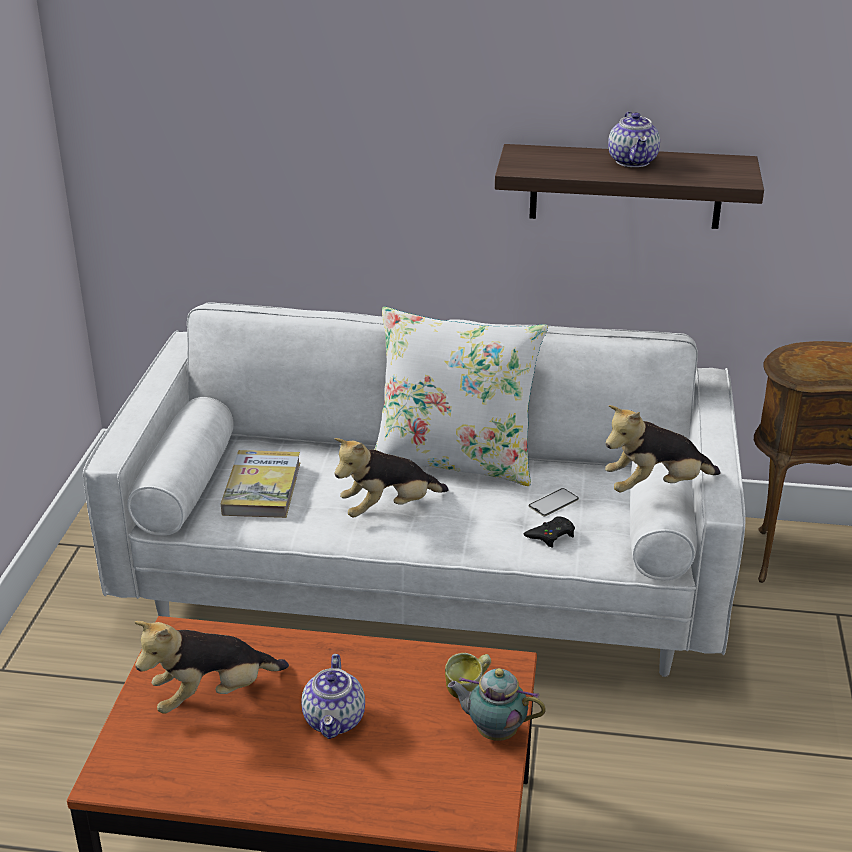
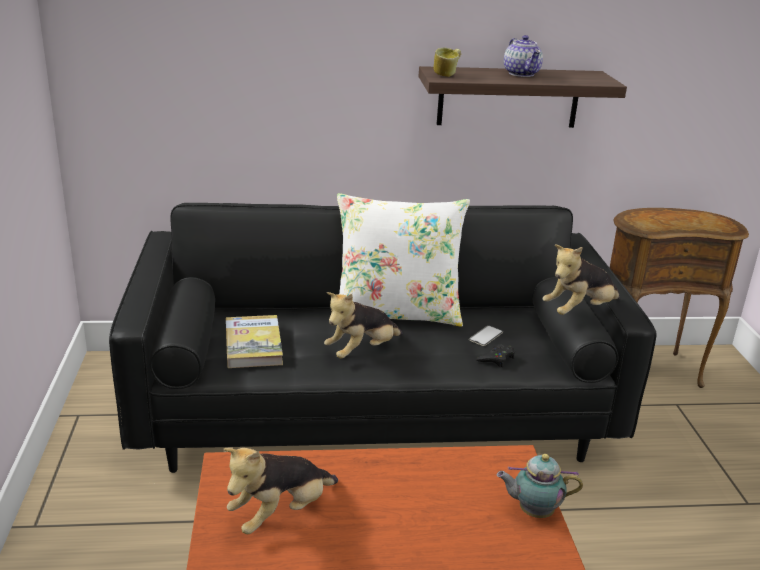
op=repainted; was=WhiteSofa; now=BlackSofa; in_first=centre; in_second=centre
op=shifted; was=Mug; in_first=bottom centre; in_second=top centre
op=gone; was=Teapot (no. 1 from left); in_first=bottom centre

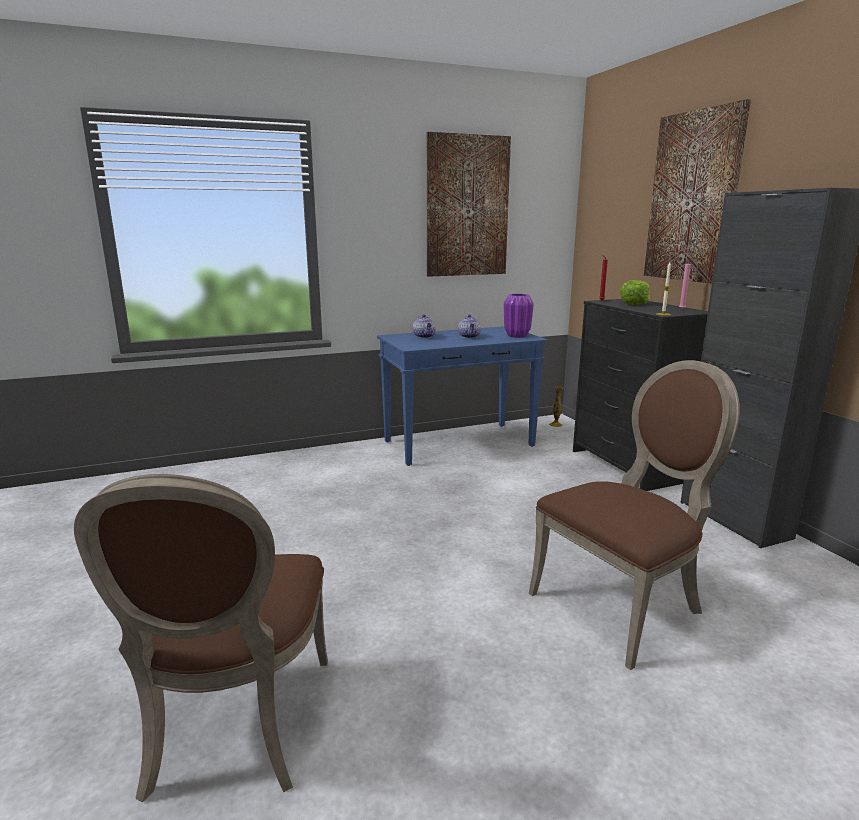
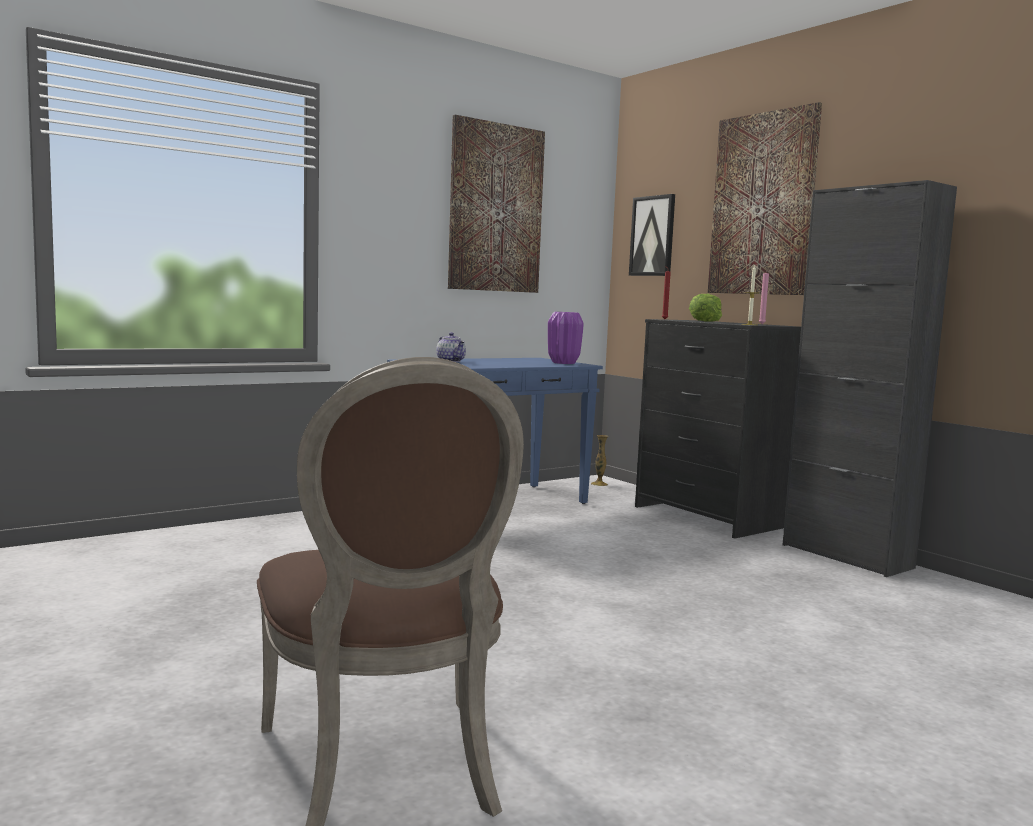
op=gone; was=Teapot (no. 2 from left); in_first=centre
op=gone; was=BrownChair (no. 2 from left); in_first=middle right
op=new; now=Picture (no. 2 from left); in_second=top centre

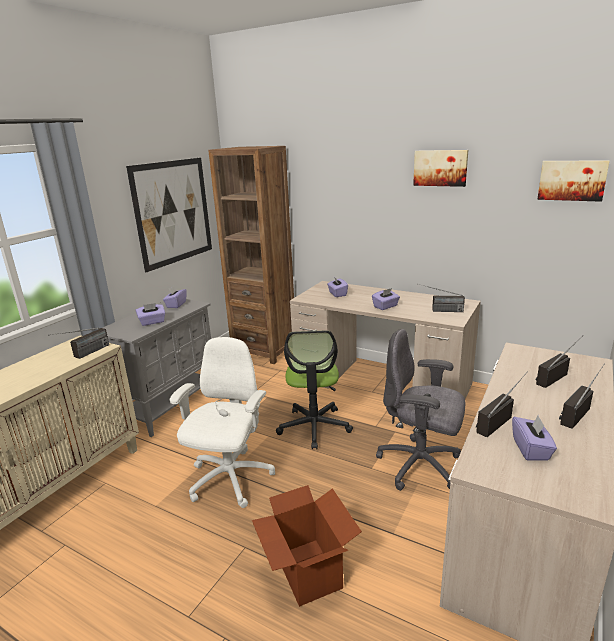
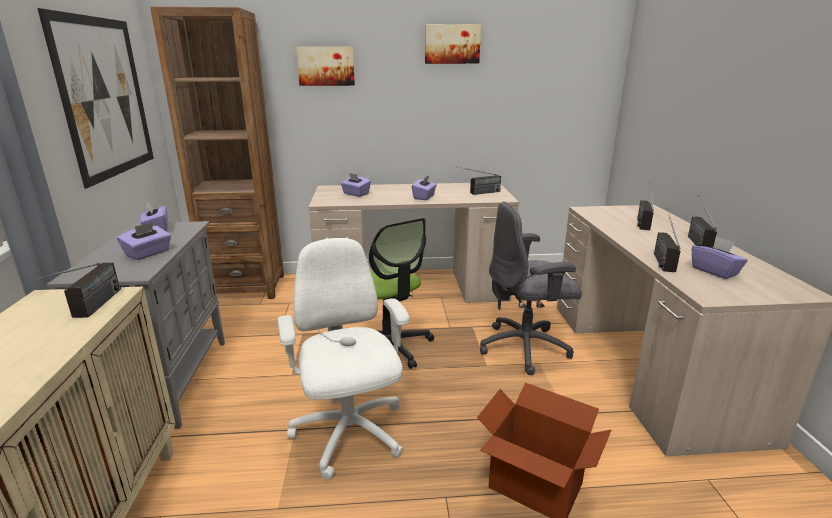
op=shifted; was=Picture (no. 3 from left in the first image); now=Picture (no. 2 from left); in_first=top right; in_second=top centre

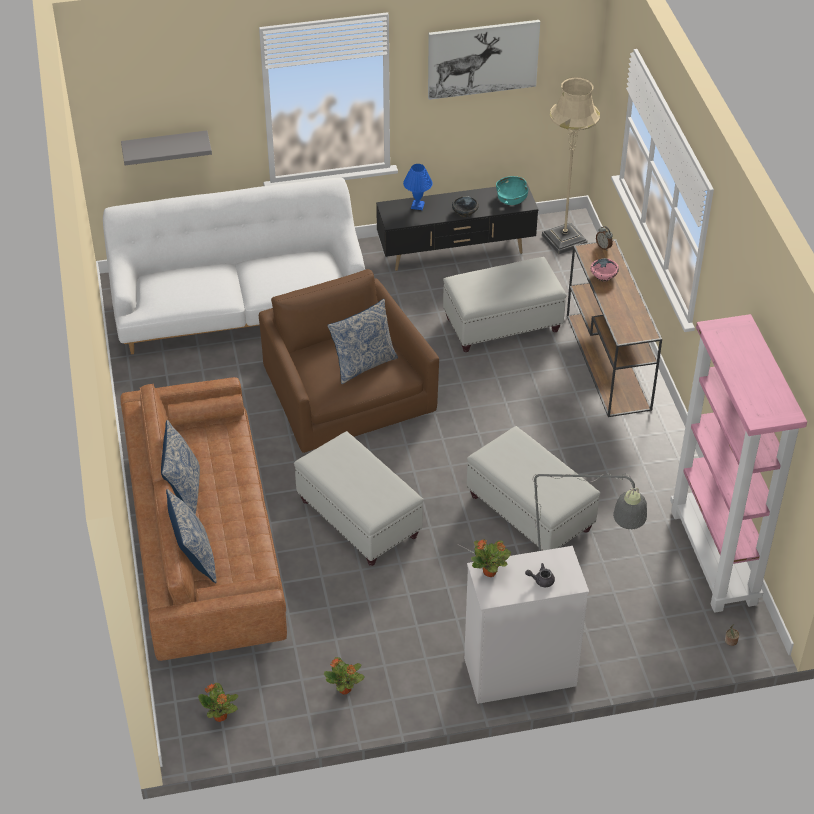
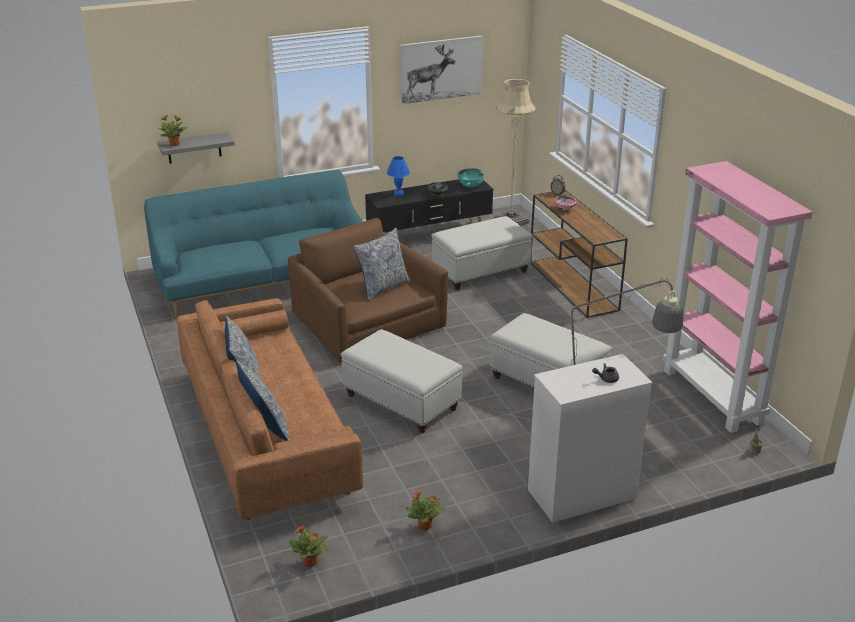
op=repainted; was=WhiteSofa; now=TurquoiseSofa; in_first=top left; in_second=middle left
op=shifted; was=PottedPlant (no. 3 from left in the first image); now=PottedPlant (no. 1 from left); in_first=bottom centre; in_second=top left

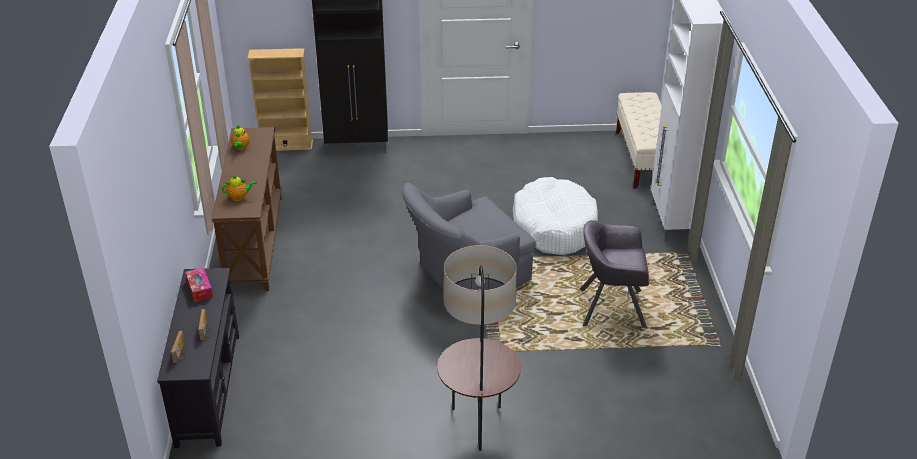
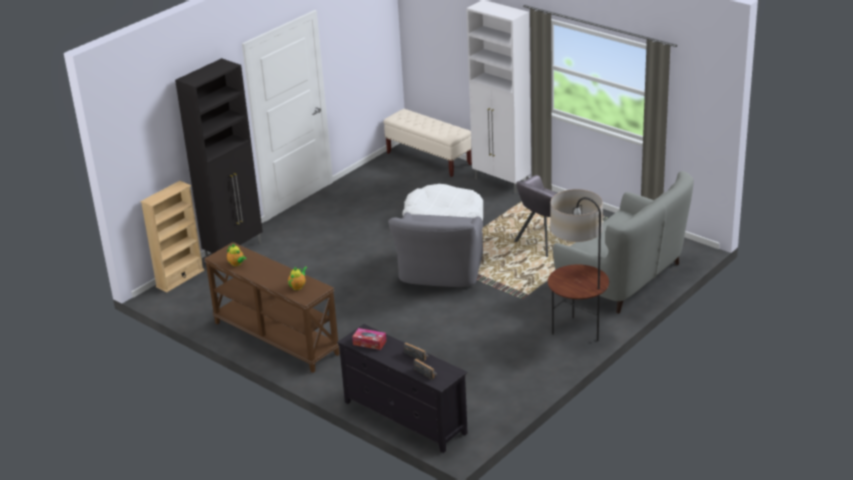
op=new; now=GreySofa; in_second=middle right

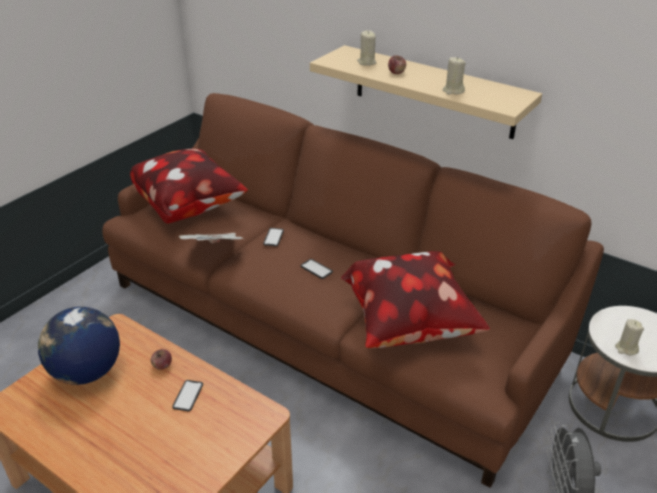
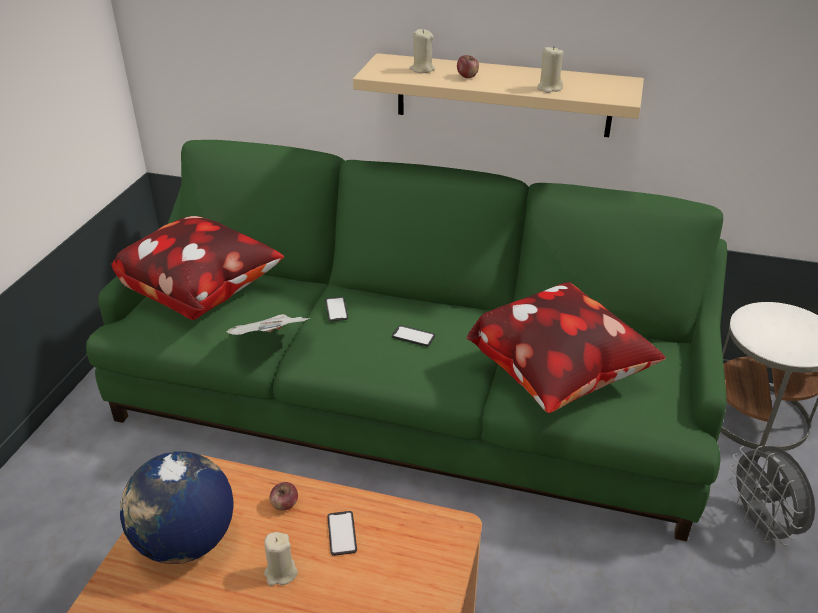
op=repainted; was=BrownSofa; now=GreenSofa; in_first=centre; in_second=centre
op=shifted; was=BeigeCandle (no. 3 from left in the first image); now=BeigeCandle (no. 1 from left); in_first=bottom right; in_second=bottom centre

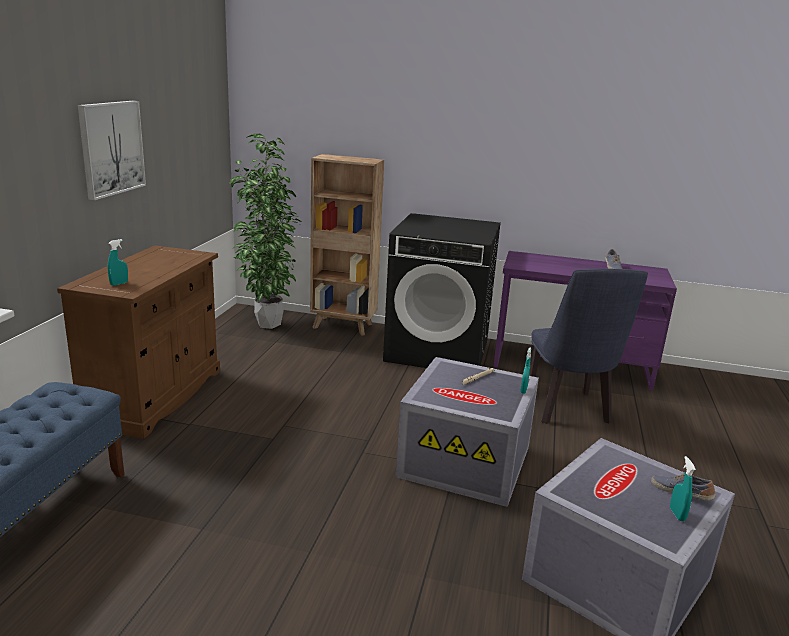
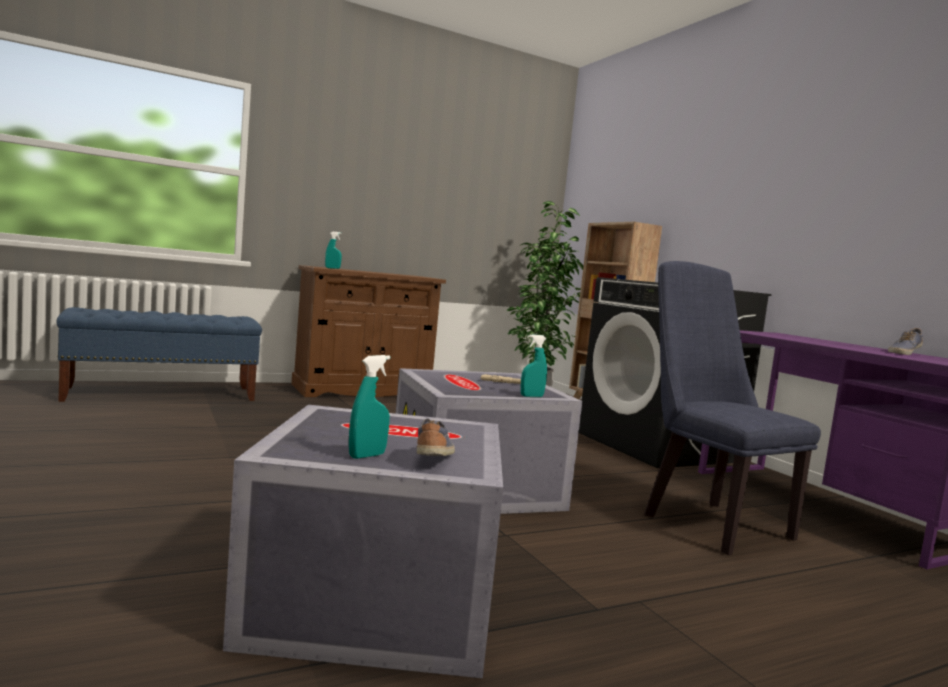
op=gone; was=Picture; in_first=top left
op=rotated; was=BlueChair; in_first=middle right; in_second=middle right; clockwise=105

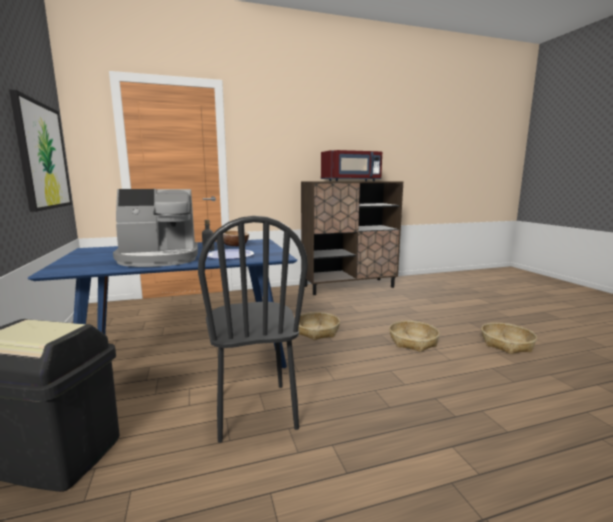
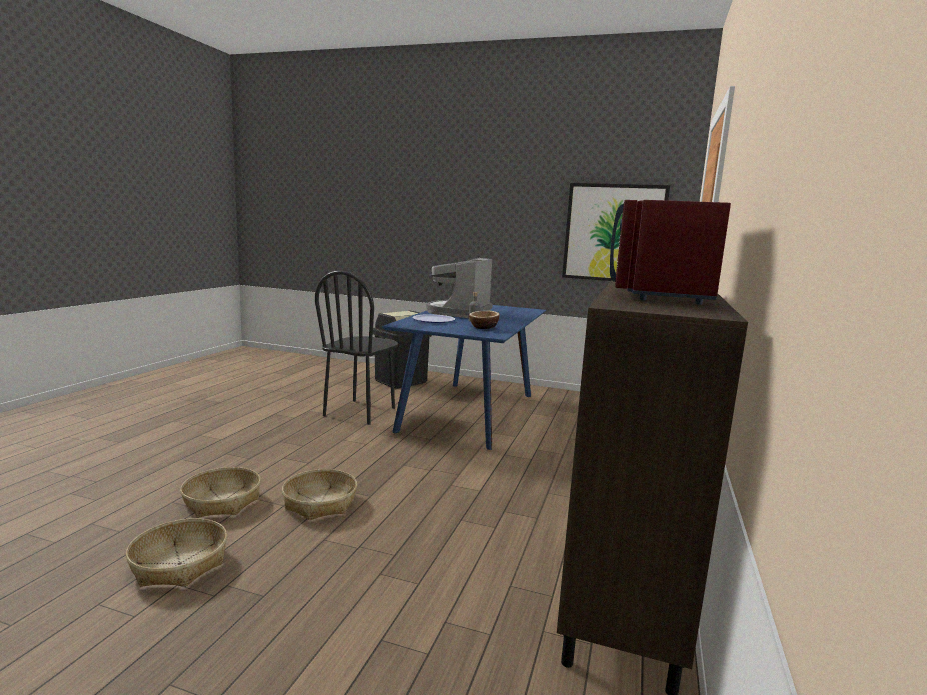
op=rotated; was=BlackChair; in_first=centre; in_second=centre; clockwise=-90
op=shifted; was=Basket (no. 1 from left in the first image); now=Basket (no. 2 from left); in_first=centre; in_second=bottom left

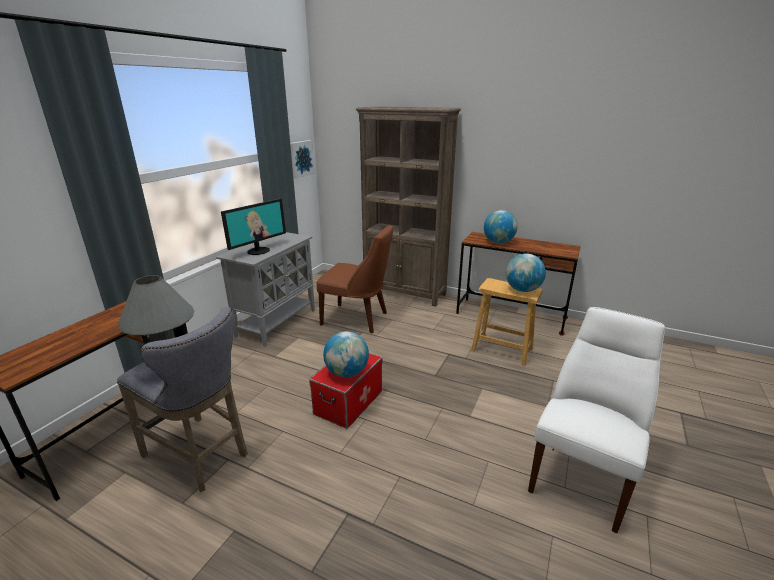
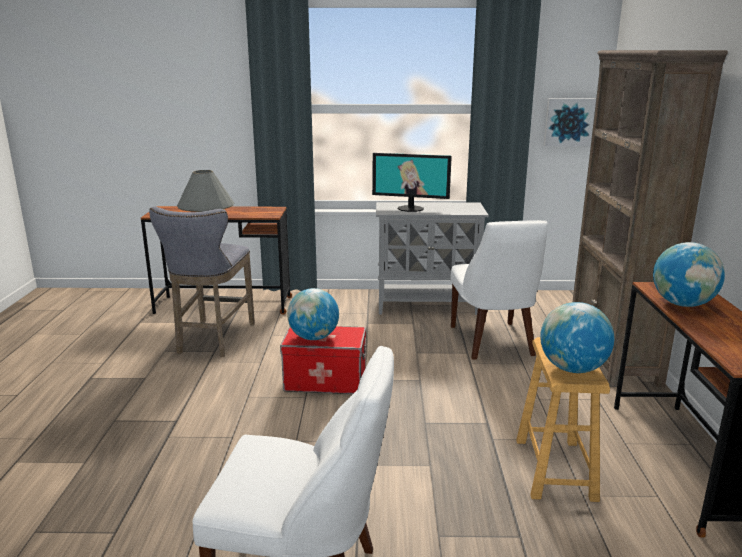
op=repainted; was=BrownChair; now=WhiteChair (no. 2 from left); in_first=centre; in_second=middle right

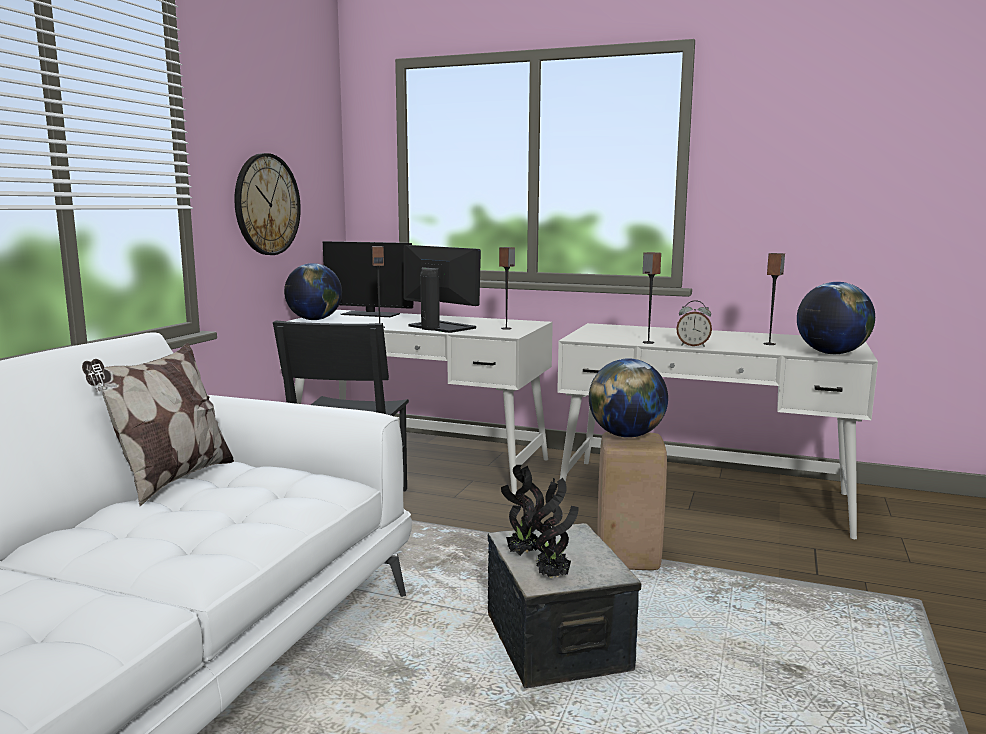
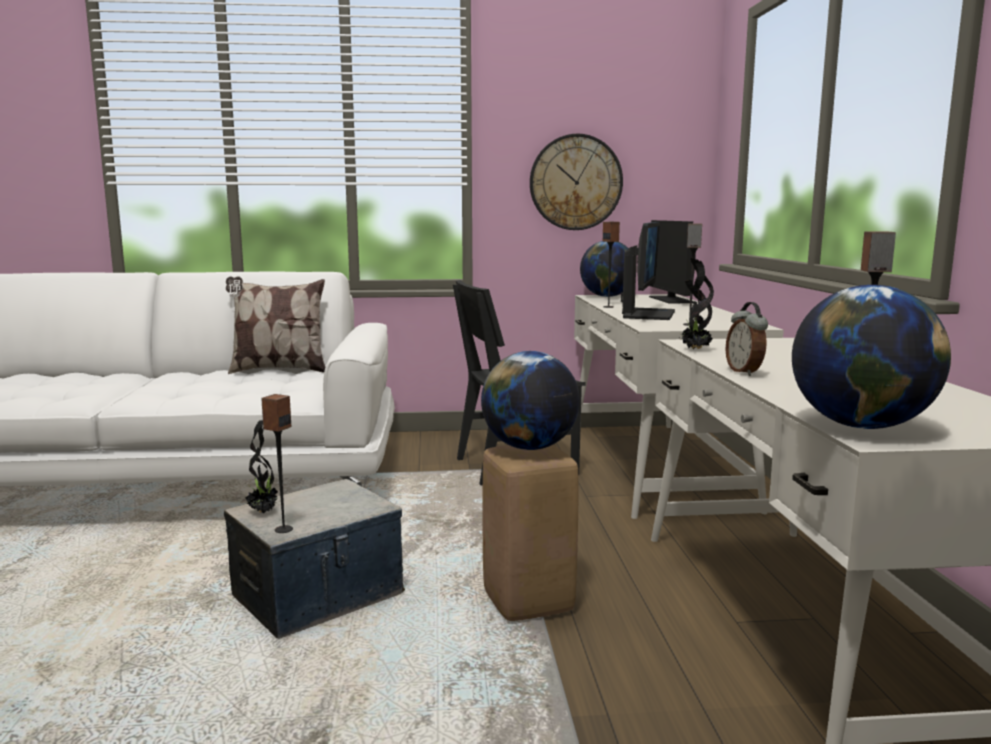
op=shifted; was=Speaker (no. 3 from left in the first image); now=Speaker (no. 1 from left); in_first=centre; in_second=middle left
op=shifted; was=PottedPlant (no. 1 from left in the first image); now=PottedPlant (no. 2 from left); in_first=bottom centre; in_second=middle right

